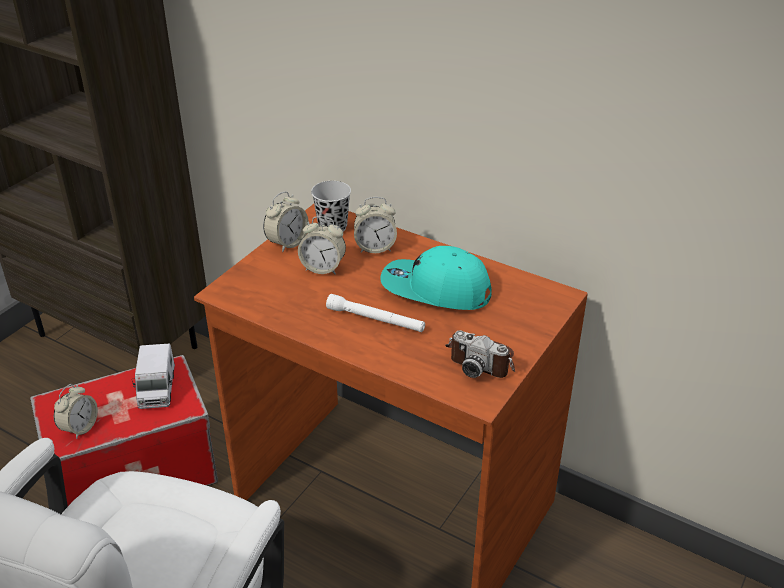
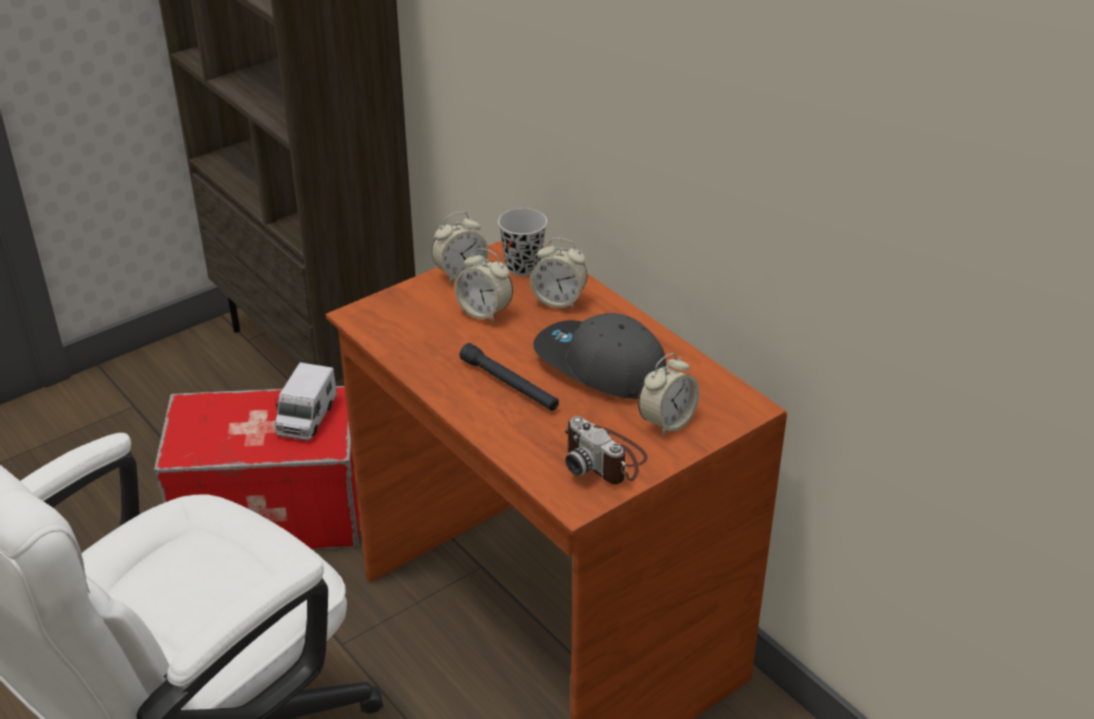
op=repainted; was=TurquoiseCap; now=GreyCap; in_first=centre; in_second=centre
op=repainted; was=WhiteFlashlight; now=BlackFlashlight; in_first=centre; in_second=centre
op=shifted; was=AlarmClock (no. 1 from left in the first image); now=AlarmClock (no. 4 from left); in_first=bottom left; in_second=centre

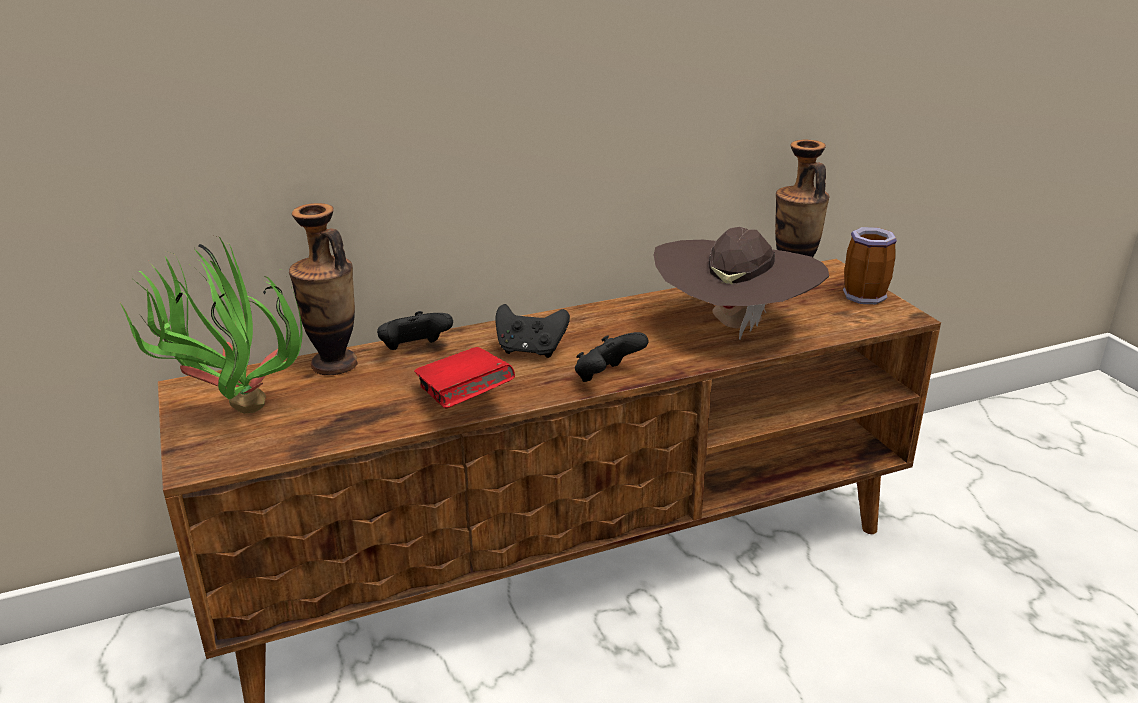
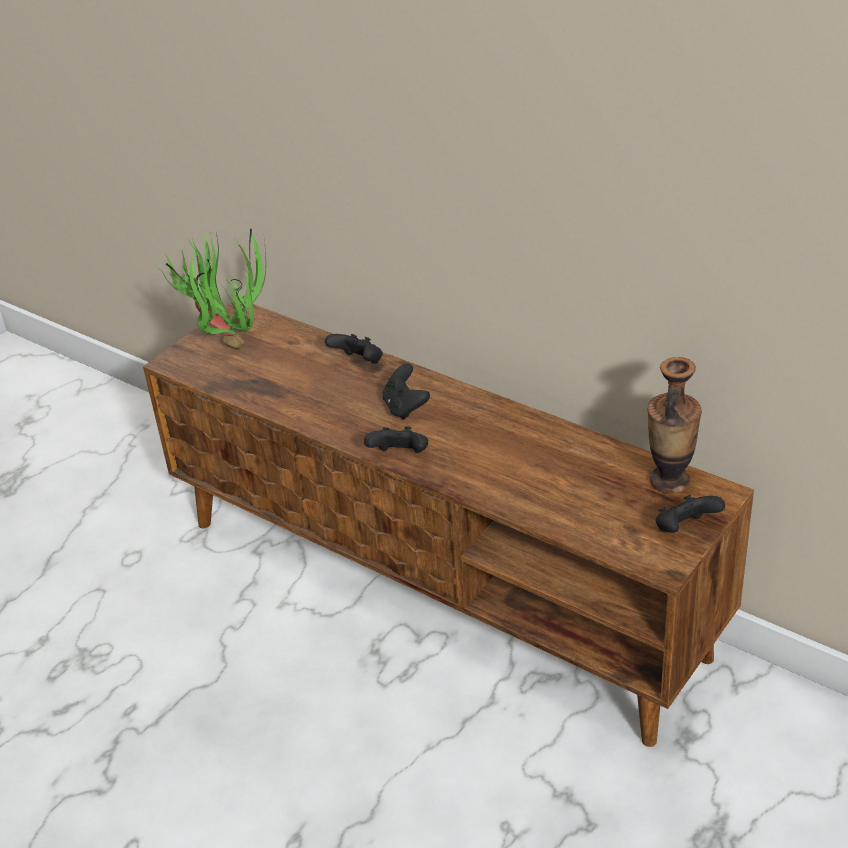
op=gone; was=Vase (no. 1 from left); in_first=middle left
op=gone; was=BrownHat; in_first=centre
op=swapped; was=Mug; now=BlackGameController (no. 4 from left); in_first=middle right; in_second=middle right
op=gone; was=RedBook; in_first=centre

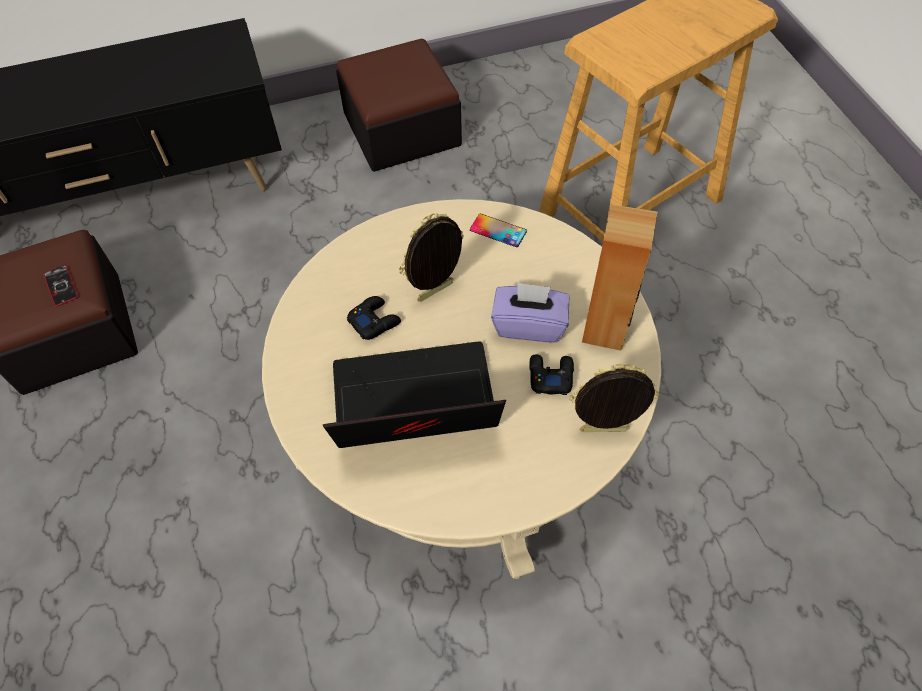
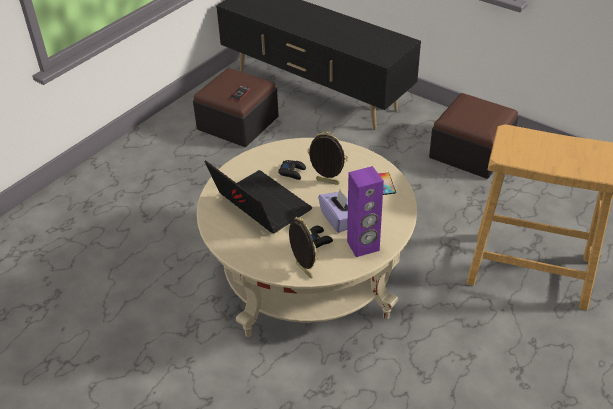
op=repainted; was=BrownSpeaker; now=PurpleSpeaker; in_first=middle right; in_second=centre

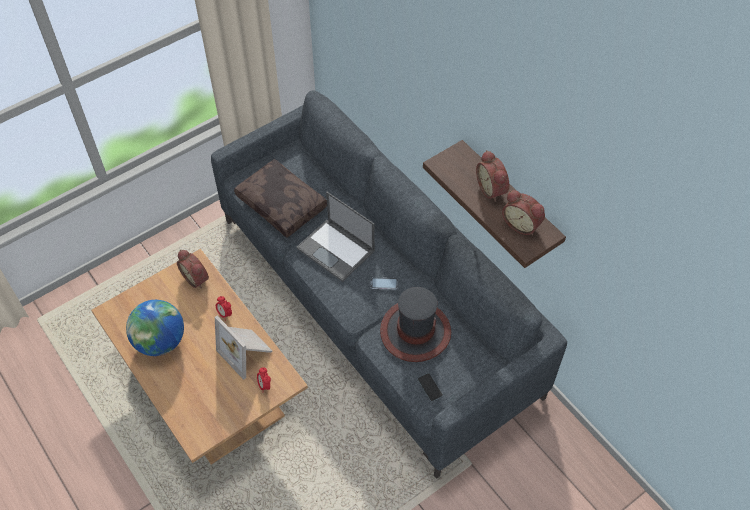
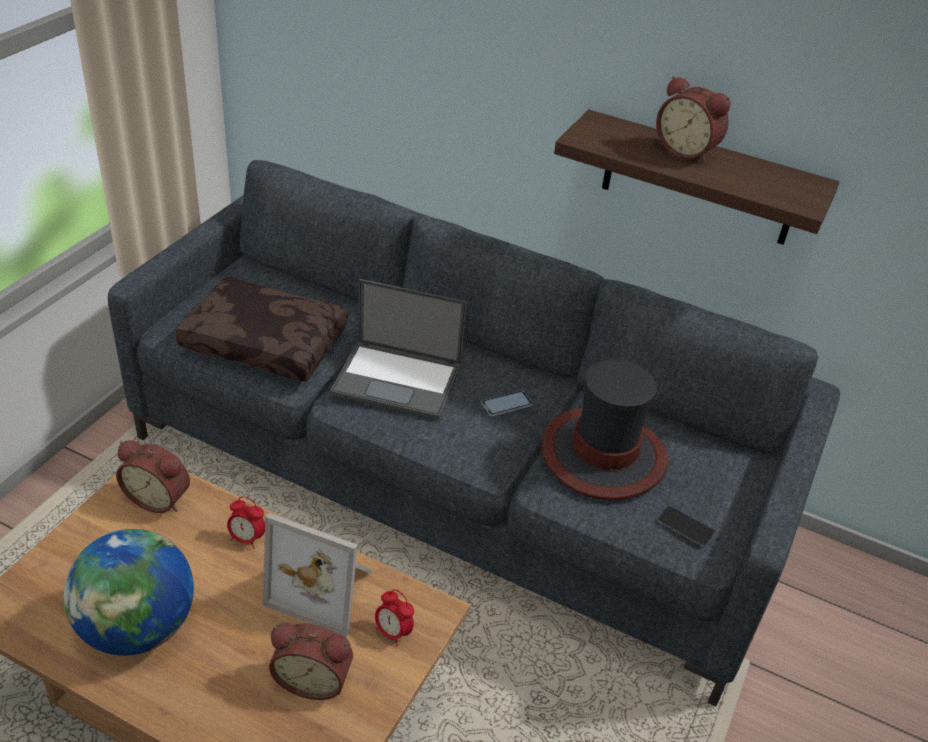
op=shifted; was=AlarmClock (no. 5 from left in the first image); now=AlarmClock (no. 3 from left); in_first=middle right; in_second=bottom centre

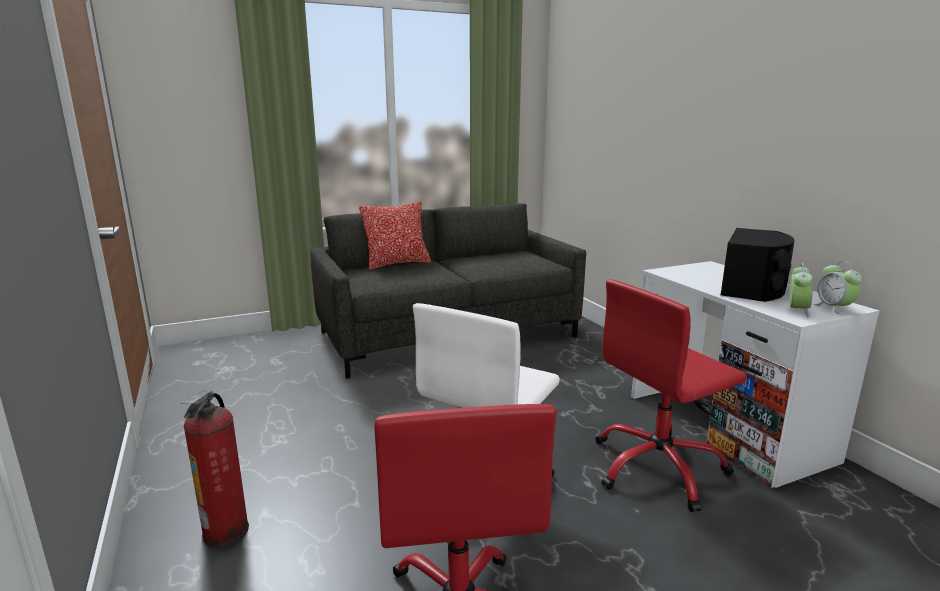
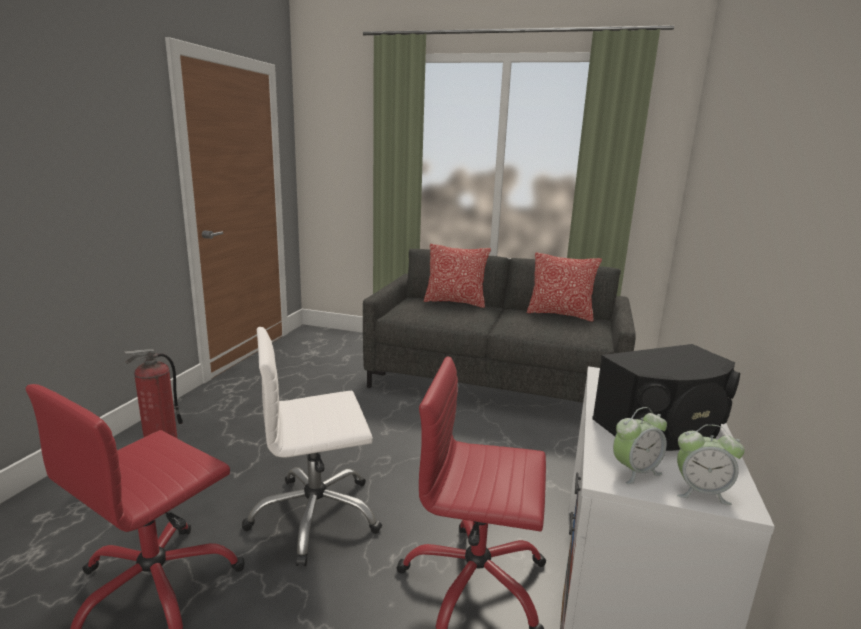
op=rotated; was=AlarmClock (no. 2 from left); in_first=middle right; in_second=bottom right; clockwise=-105
op=new; now=Pillow (no. 2 from left); in_second=centre

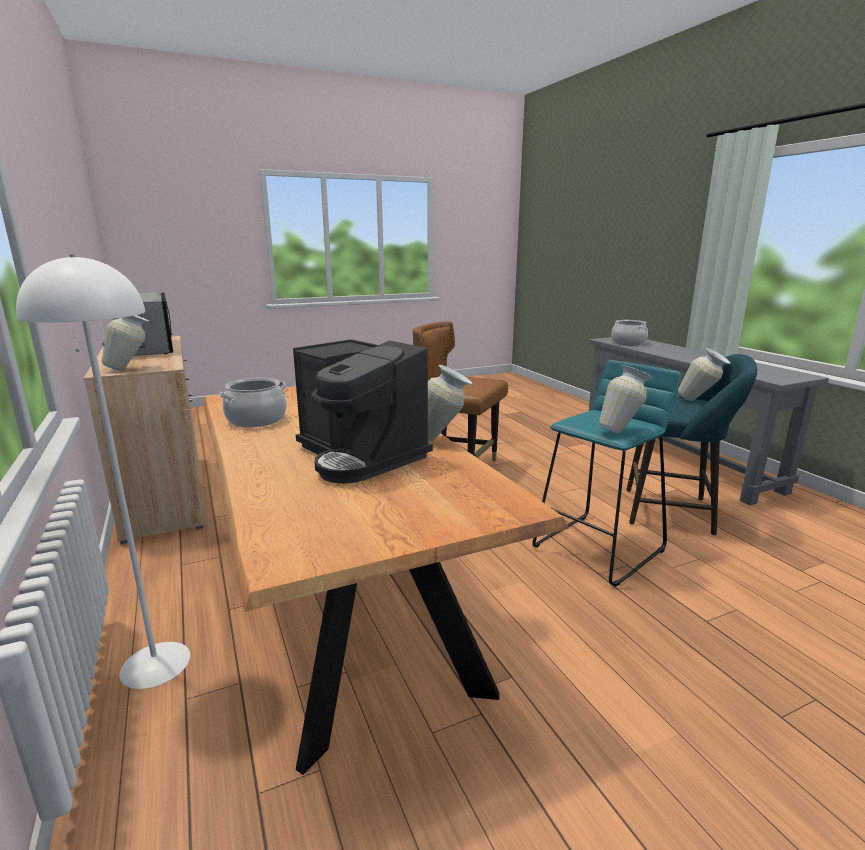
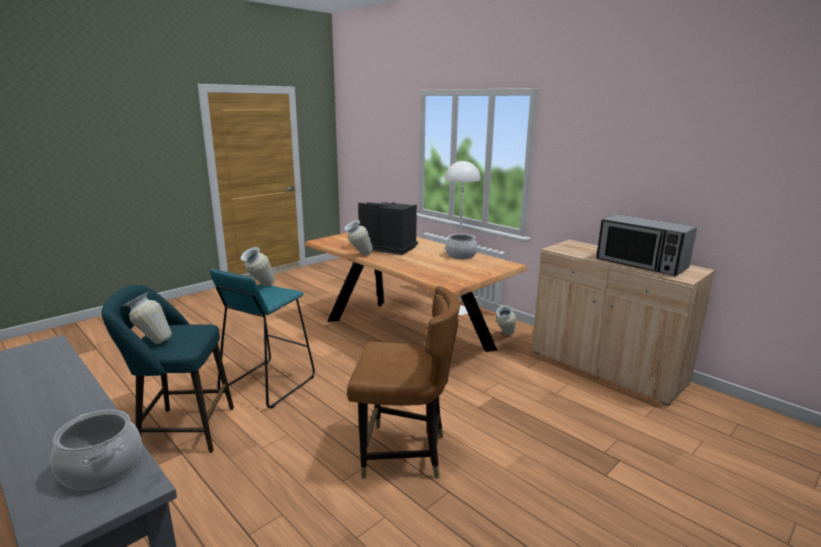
op=shifted; was=Vase (no. 1 from left in the first image); now=Vase (no. 4 from left); in_first=middle left; in_second=centre

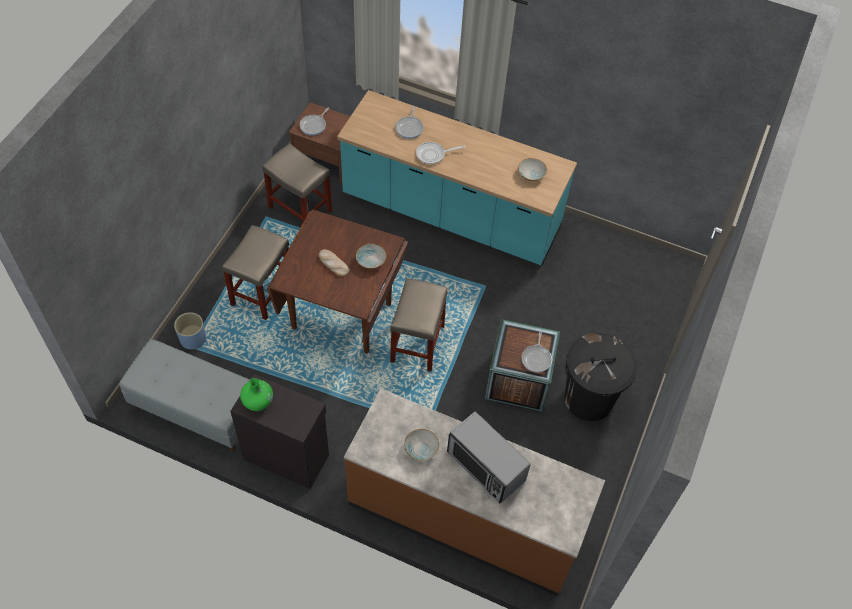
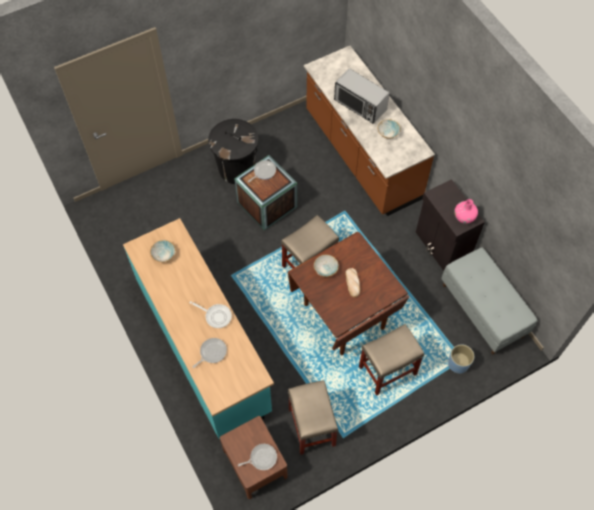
op=repainted; was=GreenVase; now=PinkVase; in_first=middle left; in_second=middle right
op=rotated; was=Microwave; in_first=bottom centre; in_second=top centre; clockwise=135

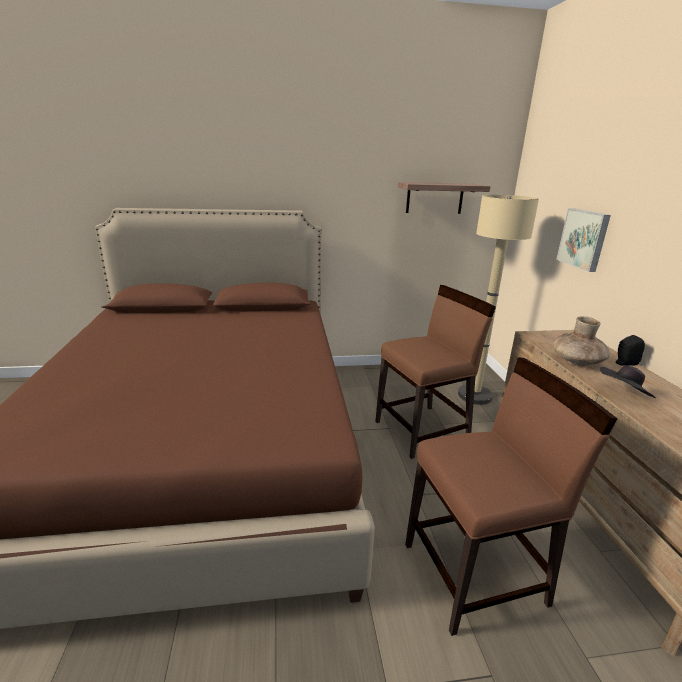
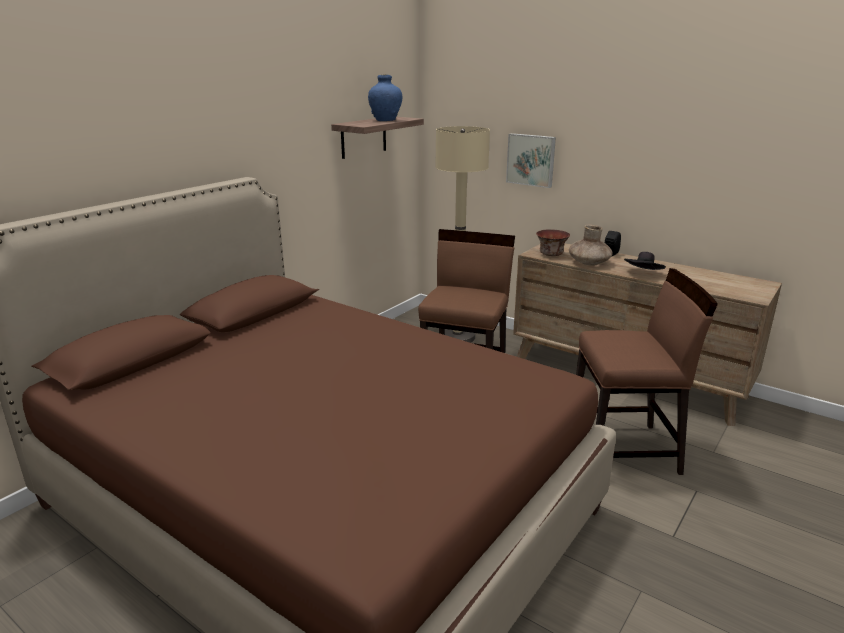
op=rotated; was=BrownChair (no. 2 from left); in_first=bottom right; in_second=middle right; clockwise=60
op=new; now=BlueVase; in_second=top centre
op=new; now=Bowl; in_second=centre

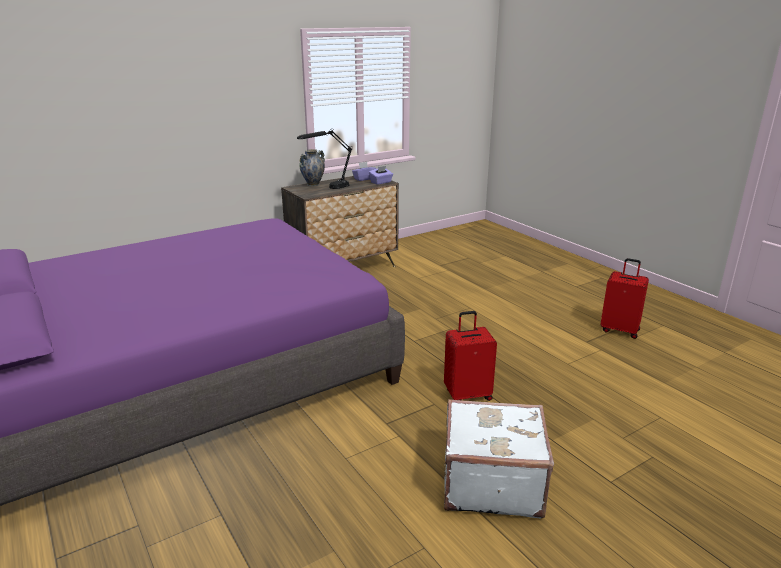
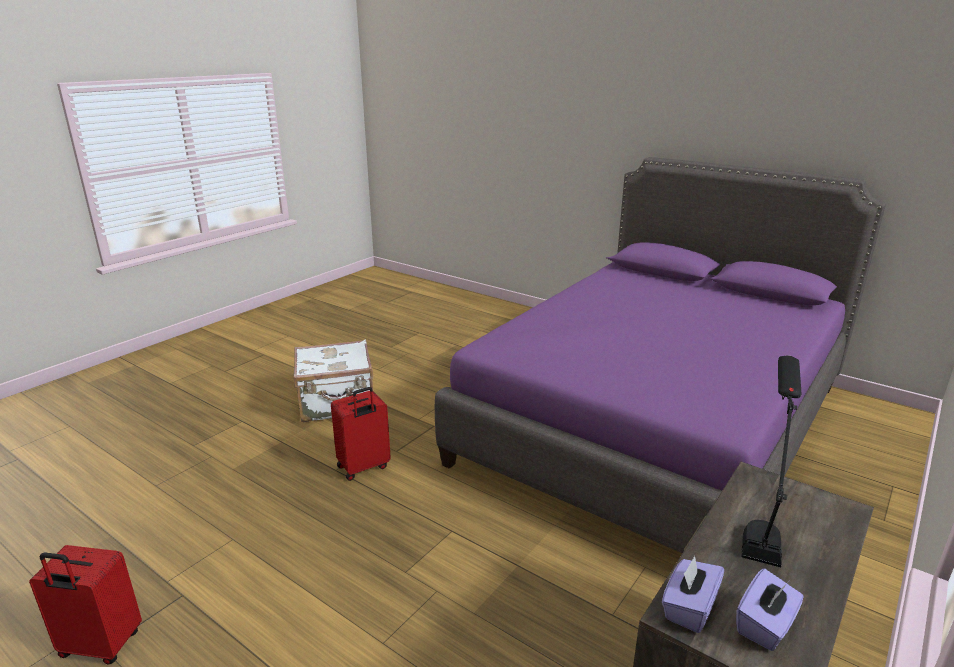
op=gone; was=Vase; in_first=top centre

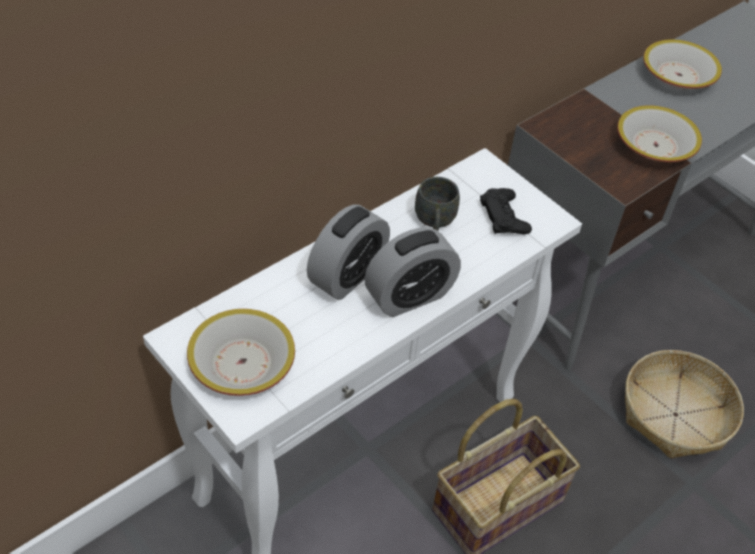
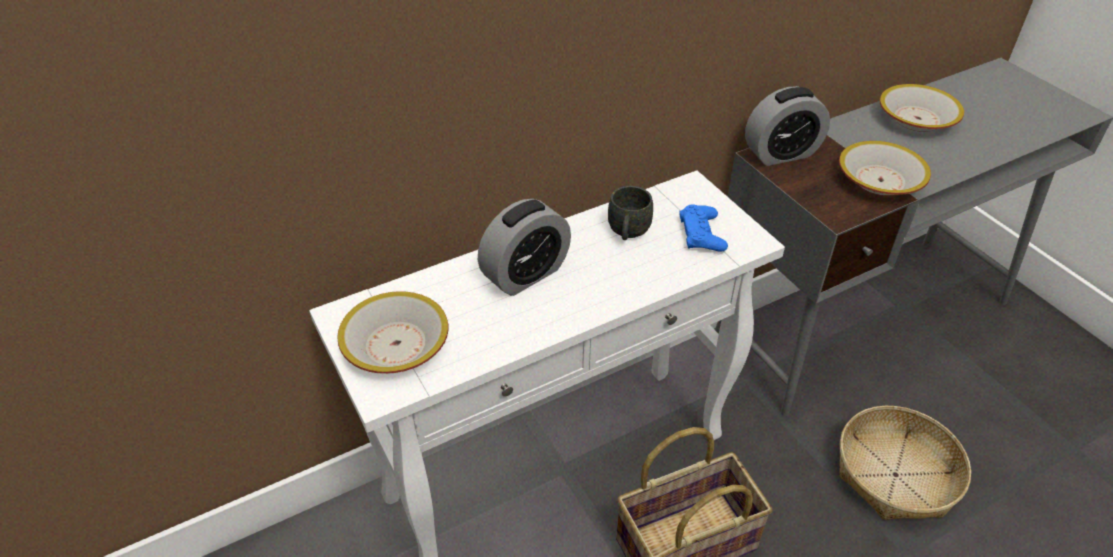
op=repainted; was=BlackGameController; now=BlueGameController; in_first=middle right; in_second=centre
op=shifted; was=AlarmClock (no. 2 from left); in_first=centre; in_second=top right

